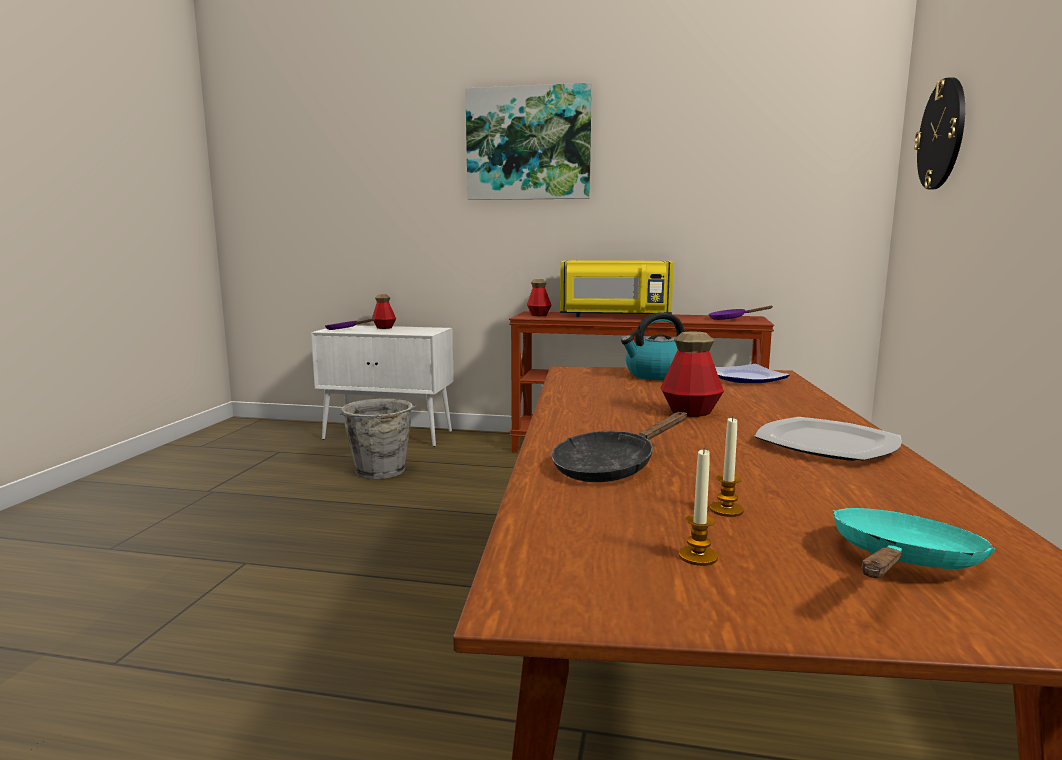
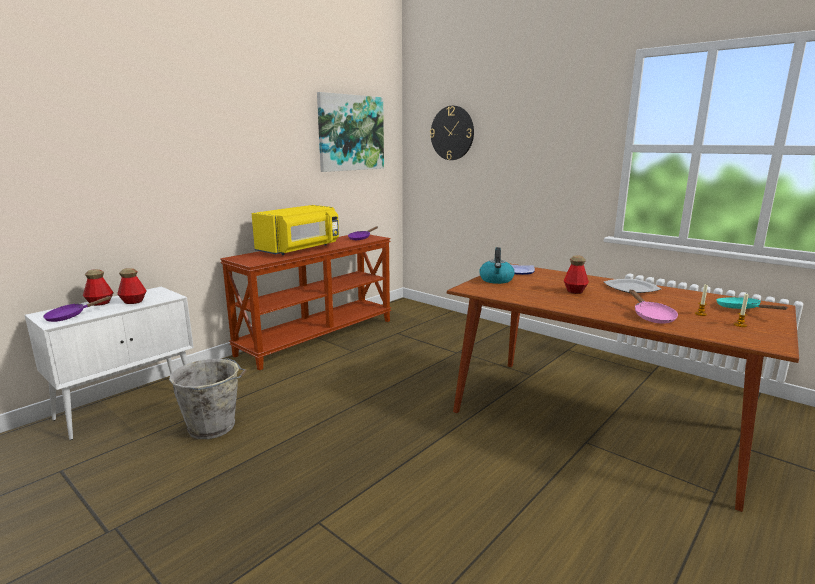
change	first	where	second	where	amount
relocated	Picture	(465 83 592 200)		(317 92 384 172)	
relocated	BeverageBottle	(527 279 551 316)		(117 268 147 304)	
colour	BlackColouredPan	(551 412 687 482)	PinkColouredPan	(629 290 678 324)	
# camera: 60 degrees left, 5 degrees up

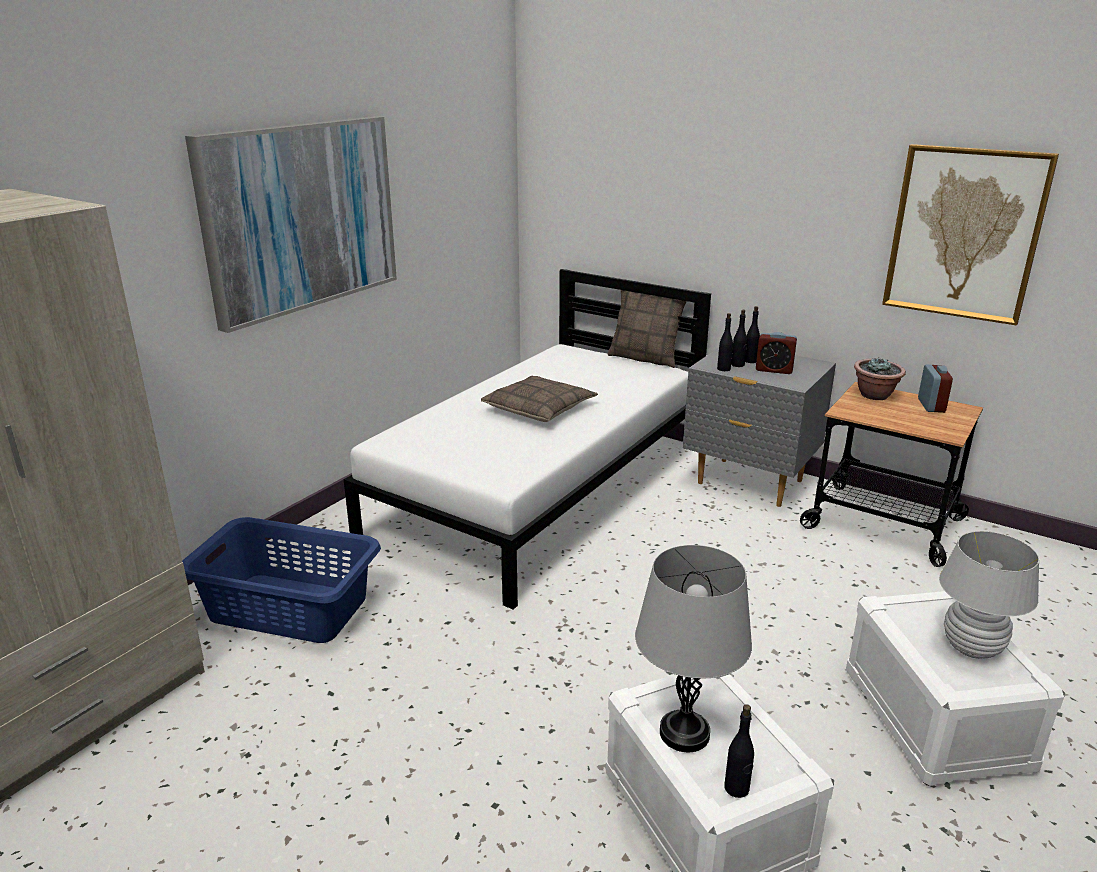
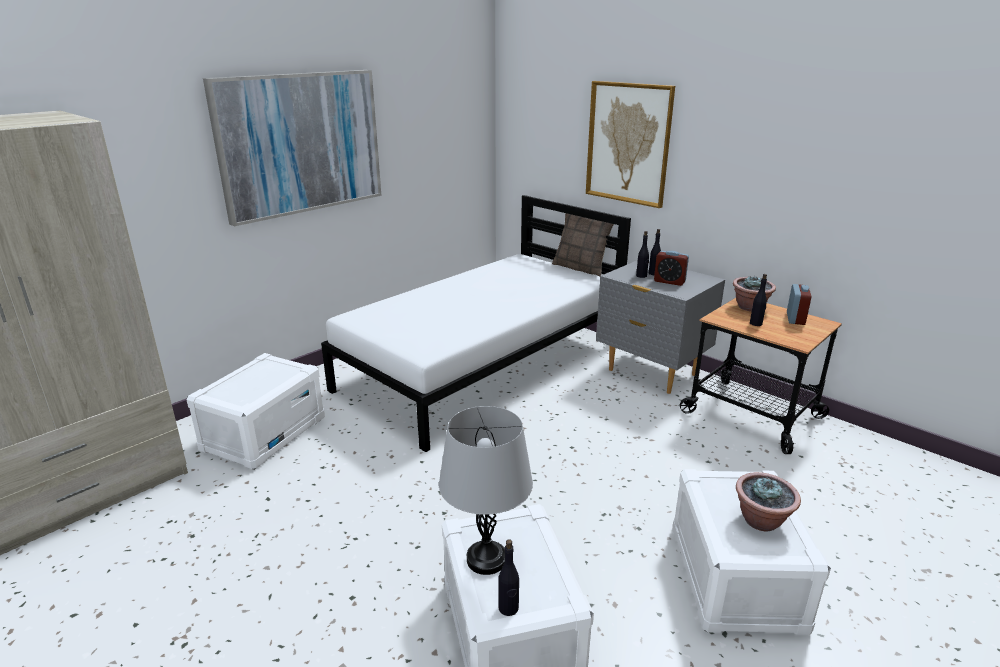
change	first	where	second	where	amount
relocated	Picture	(882 144 1059 325)		(586 81 675 208)	
relocated	BlackColouredBeverageBottle	(717 313 733 371)		(750 274 767 326)	
missing	ThrowPillow	(481 376 598 422)			
exchanged	BluishHamper	(182 517 381 643)	WhitishStorageBin	(186 353 325 470)	
exchanged	WhitishLampForATable	(939 531 1039 659)	Houseplant	(736 472 801 531)	
# camera: 10 degrees right, 0 degrees up

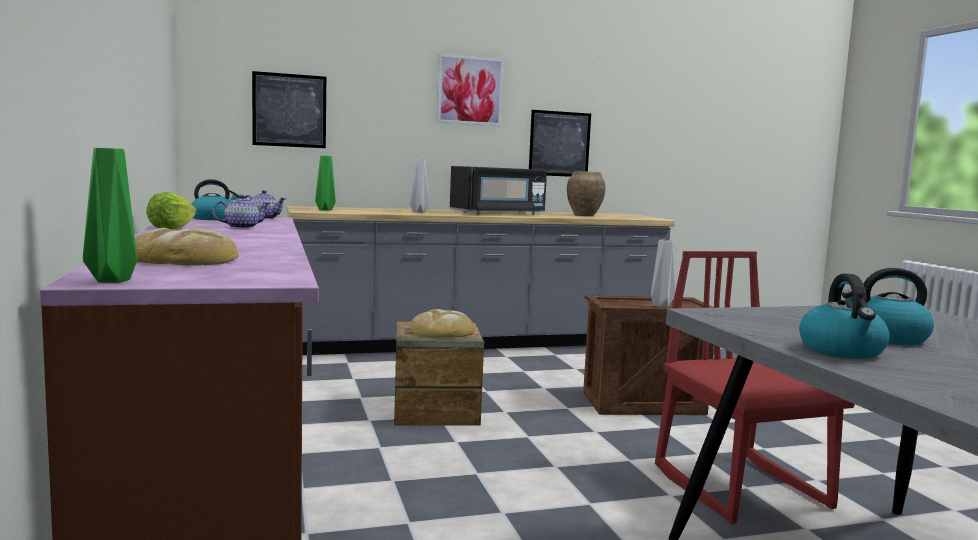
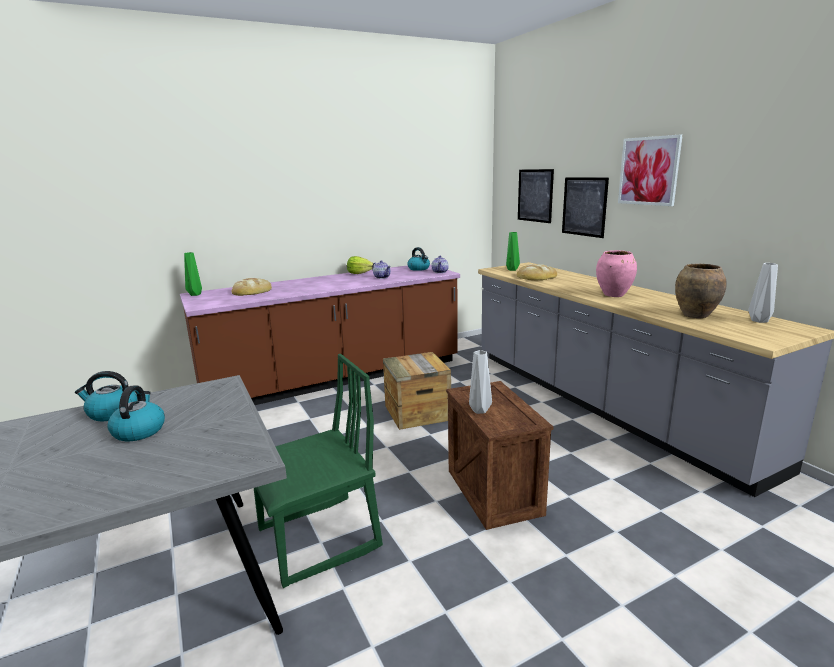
change	first	where	second	where	amount
relocated	Picture	(529 110 591 177)		(562 177 609 238)	
relocated	GreyishVase	(410 160 429 213)		(748 263 778 323)	
exchanged	BlackColouredMicrowaveOven	(450 166 547 215)	PinkColouredVase	(596 250 637 297)	
colour	RedChair	(655 251 855 524)	GreenColouredChair	(254 354 383 588)	
relocated	Bread	(410 309 475 338)		(517 264 557 280)	
# camera: 80 degrees right, 10 degrees up

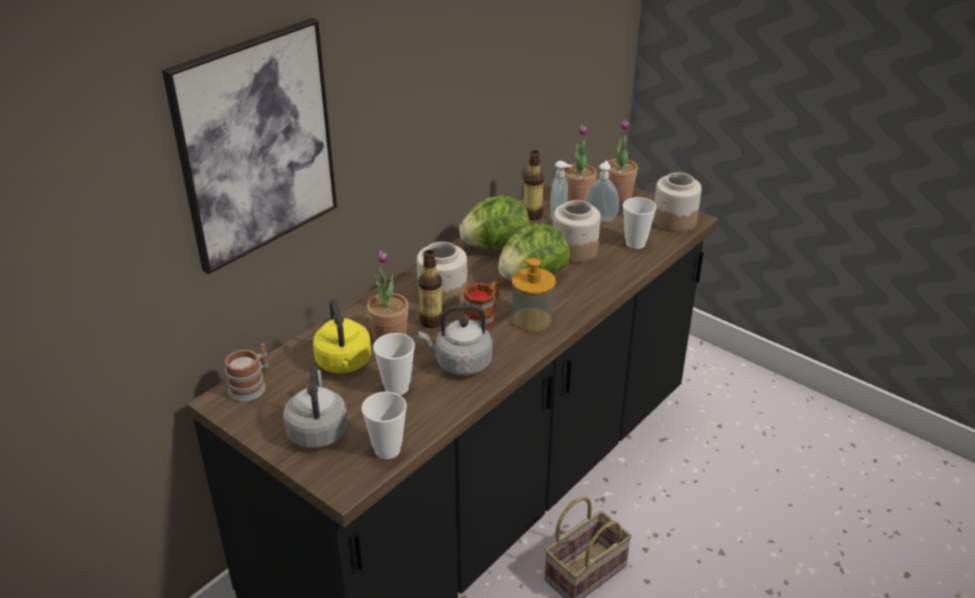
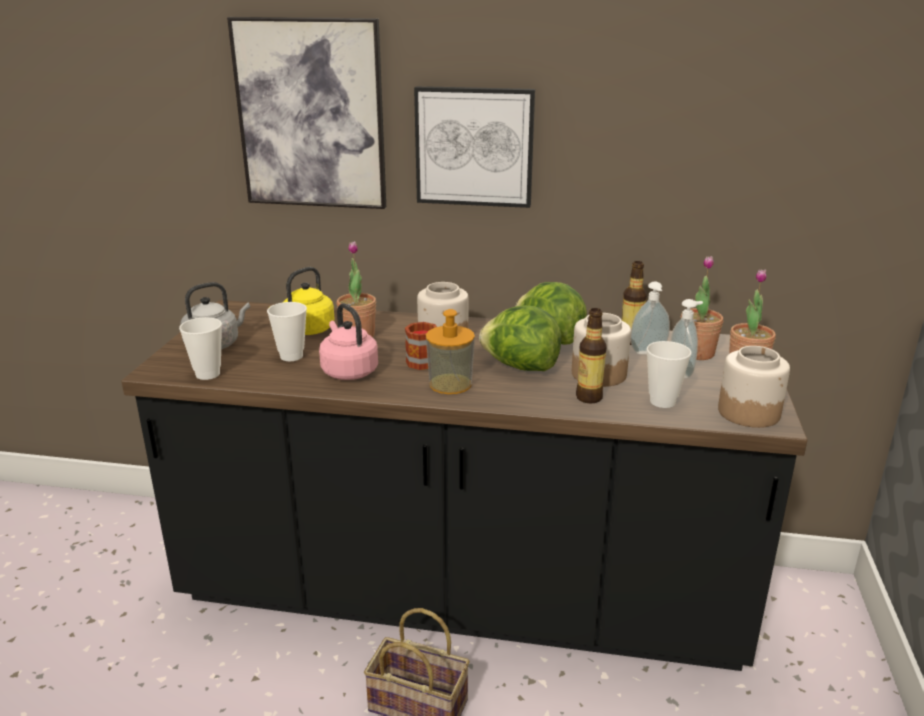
change	first	where	second	where	amount
relocated	BeverageBottle	(418 250 443 328)		(576 308 607 404)	
colour	GreyishKettle	(418 305 493 376)	PinkColouredKettle	(319 303 378 380)	
missing	CoffeeMug	(225 343 269 402)			
appeared			Picture	(414 86 535 208)	
# camera: 60 degrees right, 10 degrees down

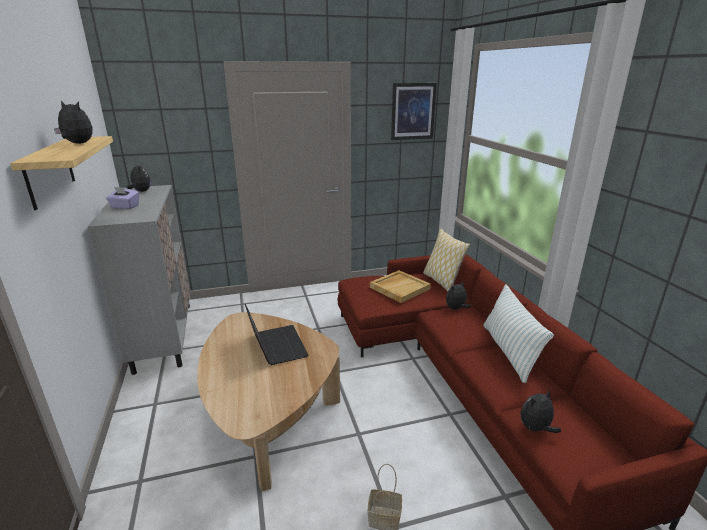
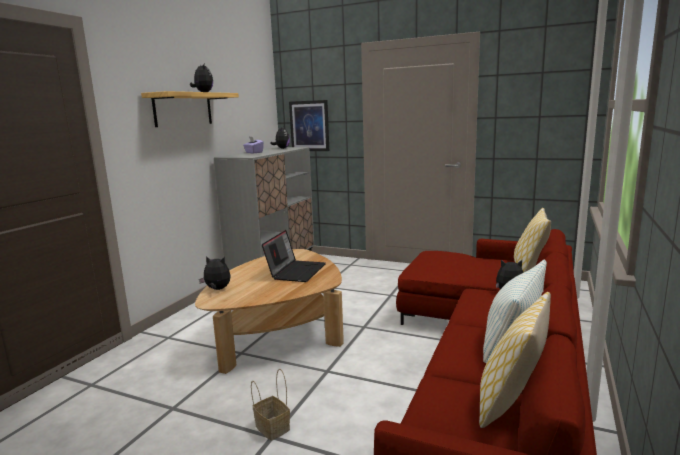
change	first	where	second	where	amount
relocated	Picture	(391 83 437 140)		(289 100 329 151)	
missing	BeigeColouredTray	(370 270 431 303)			
relocated	CuddlyToy	(521 390 561 433)		(199 256 231 290)	
appeared			ThrowPillow	(479 292 551 428)	
# camera: 40 degrees right, 10 degrees down

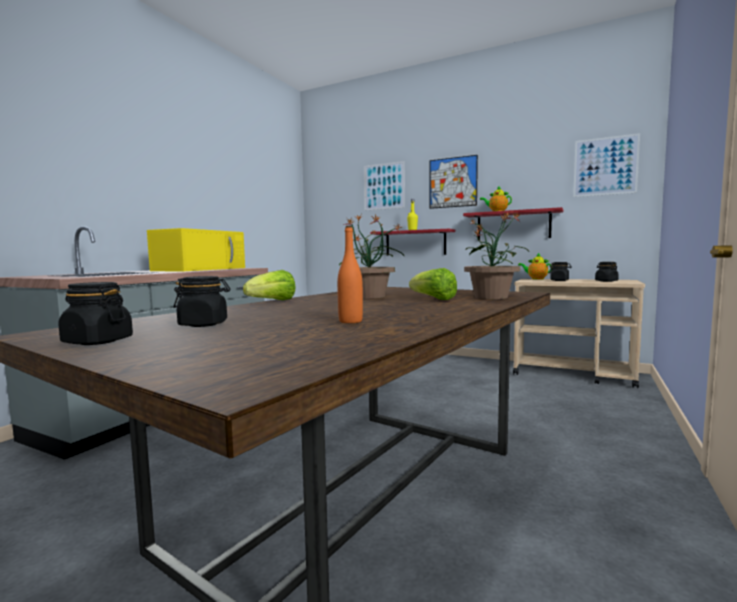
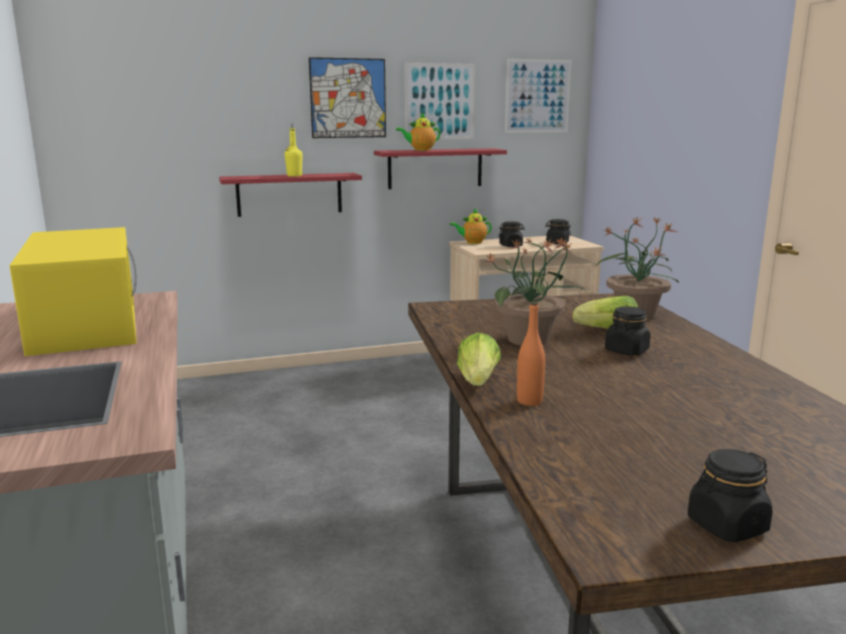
change	first	where	second	where	amount
relocated	Picture	(364 161 405 211)		(405 63 475 140)	
relocated	OrangeColouredBeverageBottle	(337 226 363 323)		(517 302 545 406)	
relocated	BlackColouredJar	(174 276 230 327)		(605 306 650 355)	
# camera: 45 degrees left, 10 degrees up

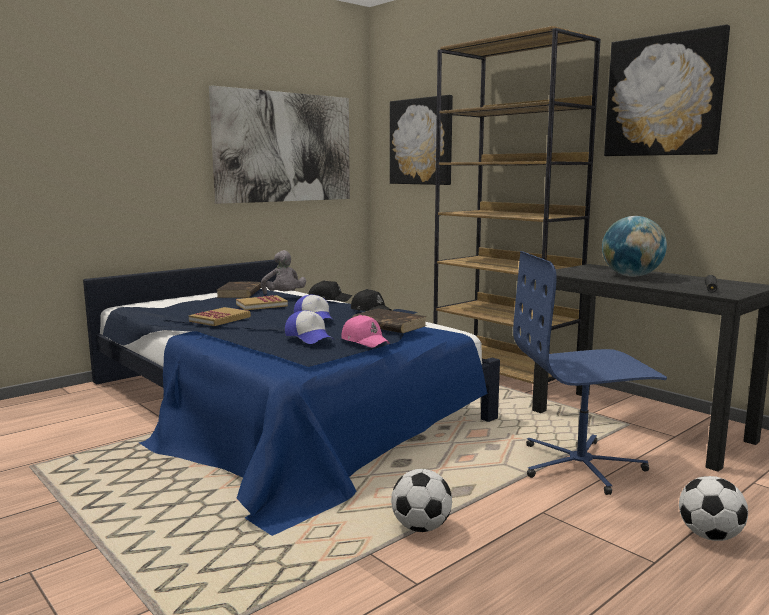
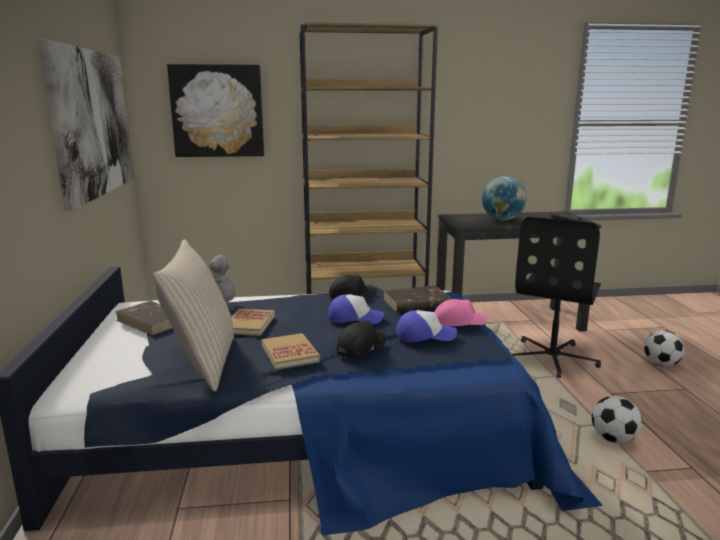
change	first	where	second	where	amount
missing	Picture	(604 24 730 156)			
colour	BluishDeskChair	(513 251 667 495)	BlackColouredDeskChair	(512 217 601 378)	
relocated	BlackColouredBaseballCap	(308 280 352 302)		(336 321 386 358)	
appeared			BeigeColouredThrowPillow	(153 239 234 392)	
# camera: 55 degrees left, 5 degrees up

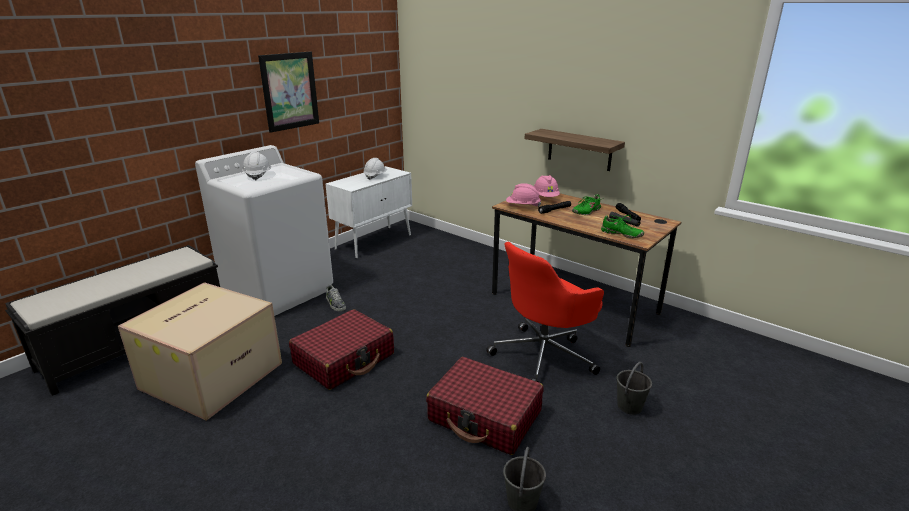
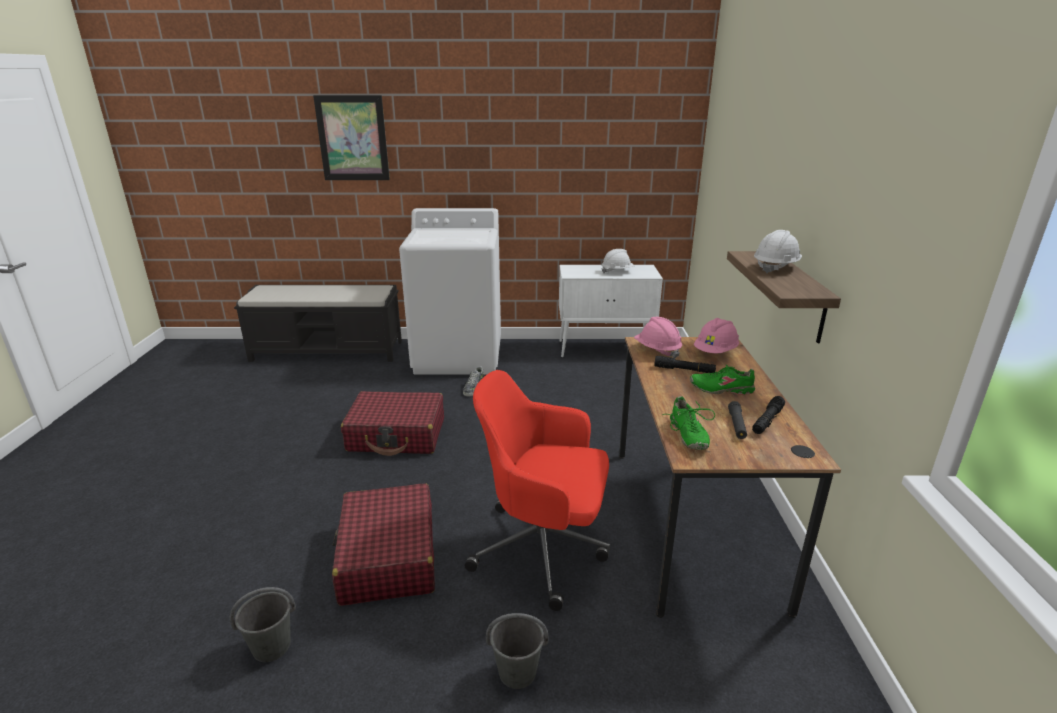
change	first	where	second	where	amount
relocated	Picture	(258 51 319 133)		(313 95 390 180)	
relocated	WhitishSafetyHelmet	(242 152 271 180)		(754 230 802 273)	
missing	Carton	(118 282 282 421)			
# camera: 50 degrees right, 0 degrees up

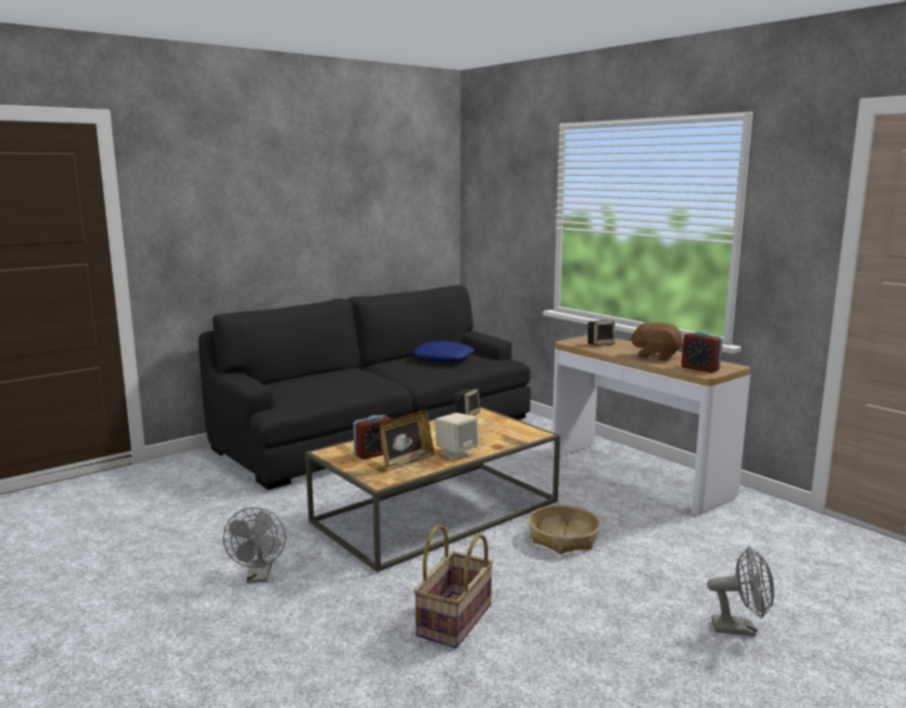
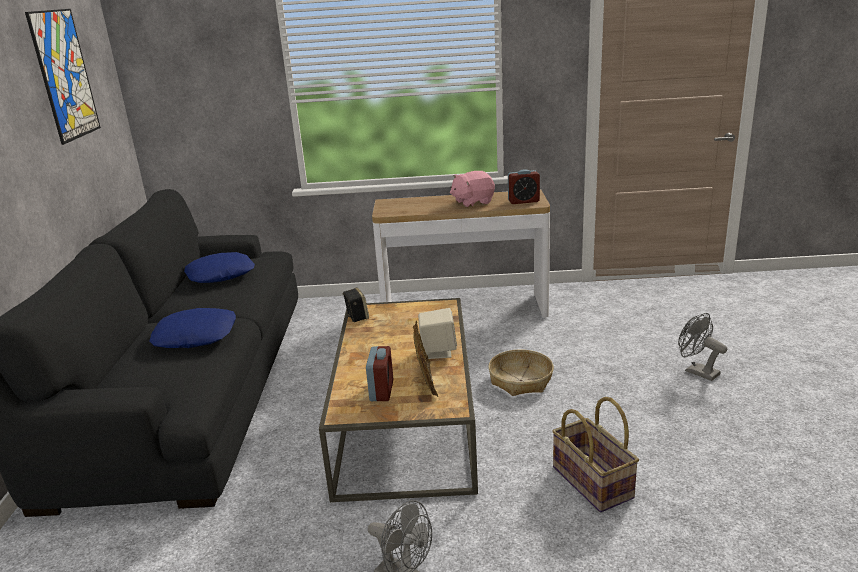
change	first	where	second	where	amount
missing	Speaker	(588 320 615 346)			
colour	BrownColouredCuddlyToy	(630 322 682 361)	PinkColouredCuddlyToy	(450 171 495 207)	
spun	GreyishElectricFan	(707 547 774 636)		(678 313 727 381)	90 degrees counterclockwise
appeared			Picture	(25 9 101 145)	
appeared			BluishThrowPillow	(149 308 236 348)	
# camera: 50 degrees left, 10 degrees up

